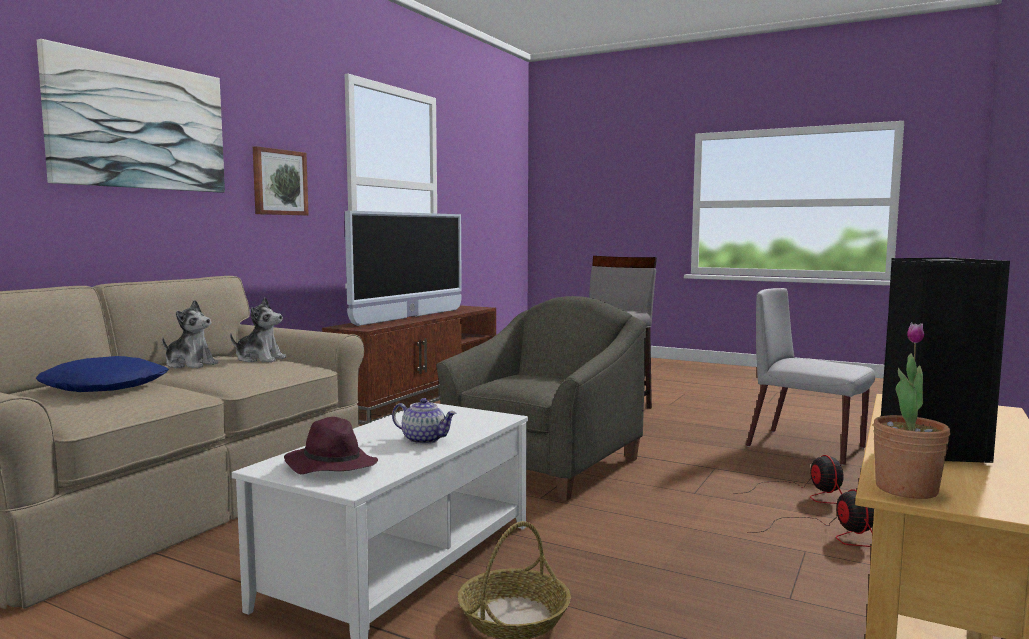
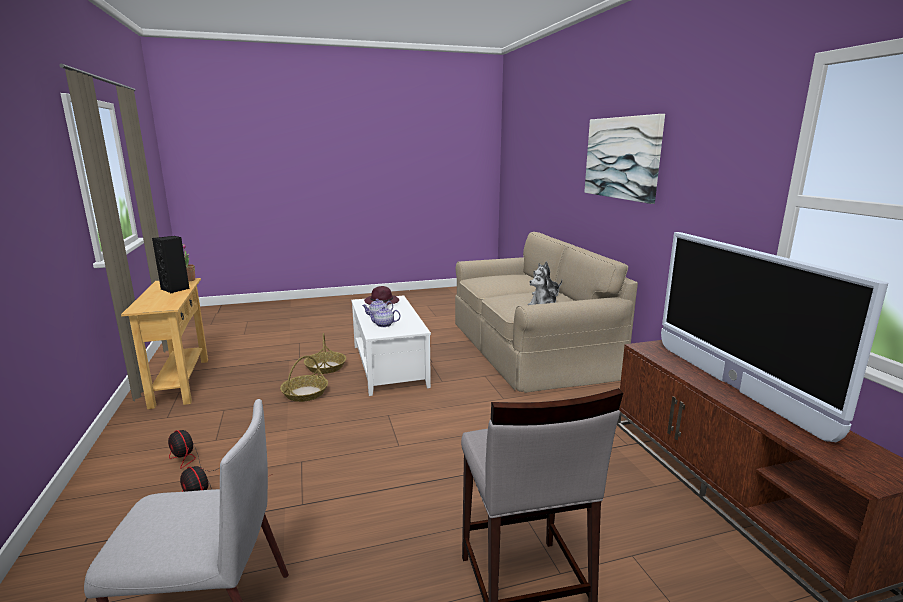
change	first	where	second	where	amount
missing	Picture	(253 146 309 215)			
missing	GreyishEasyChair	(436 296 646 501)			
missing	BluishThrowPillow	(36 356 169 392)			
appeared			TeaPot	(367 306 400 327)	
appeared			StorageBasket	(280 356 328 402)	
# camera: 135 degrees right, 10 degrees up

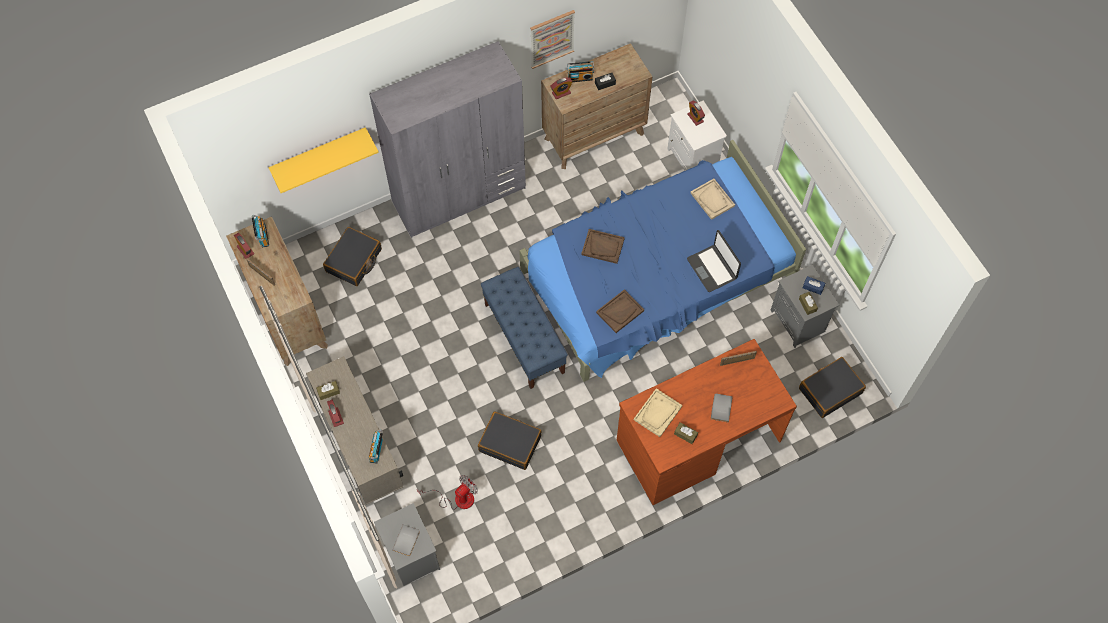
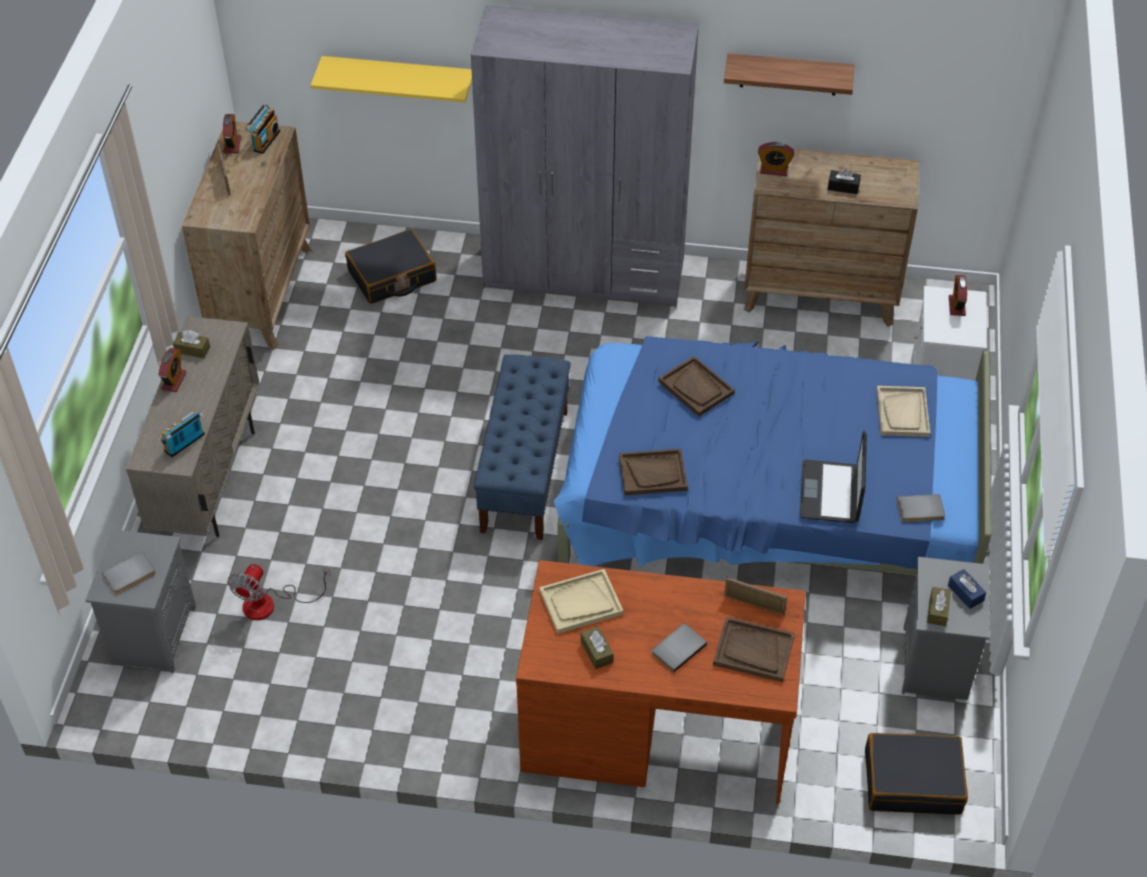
change	first	where	second	where	amount
exchanged	Picture	(530 10 575 69)	Shelf	(724 53 855 95)	
missing	RadioSet	(567 61 594 82)			
missing	BlackColouredTravelCase	(478 412 542 470)			
spun	ElectricFan	(417 475 478 510)		(228 564 331 620)	120 degrees clockwise
appeared			GreyishBoundBook	(897 494 945 522)	
appeared			BrownColouredTray	(713 617 795 682)	
# camera: 35 degrees right, 15 degrees down

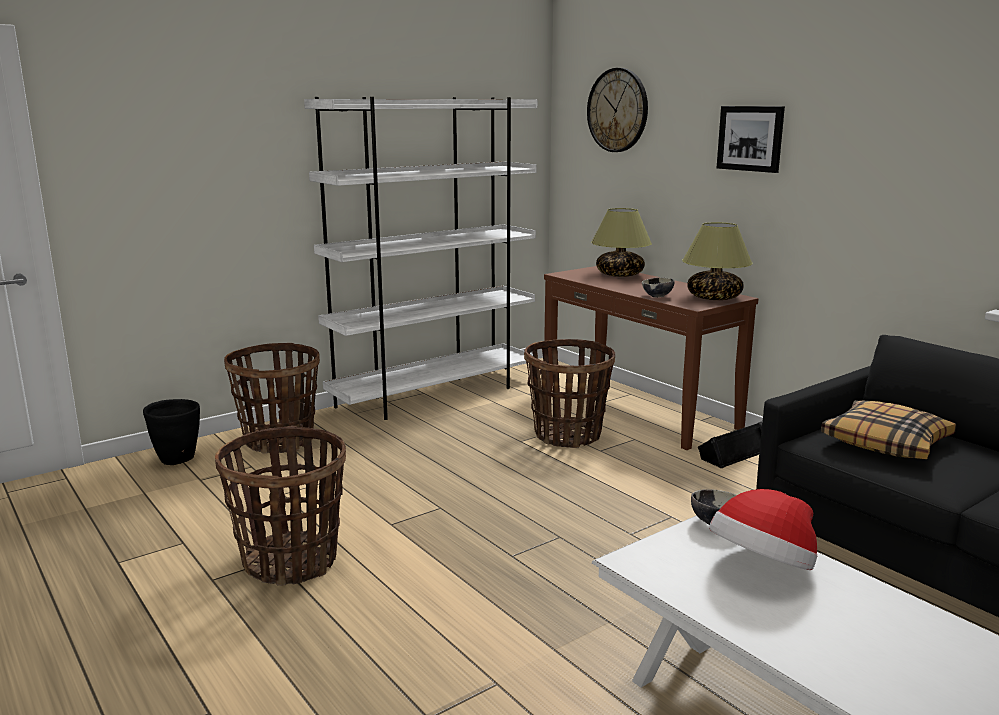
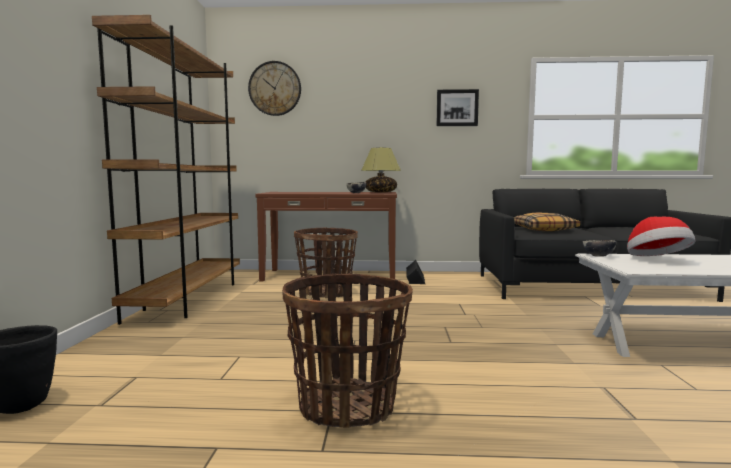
change	first	where	second	where	amount
colour	WhitishShelvingUnit	(304 97 537 420)	BrownColouredShelvingUnit	(92 15 240 325)	
relocated	Picture	(717 106 785 173)		(436 89 479 126)	
missing	LampForATable	(591 208 652 277)			
missing	StorageBasket	(224 343 320 454)			
# camera: 50 degrees left, 10 degrees down

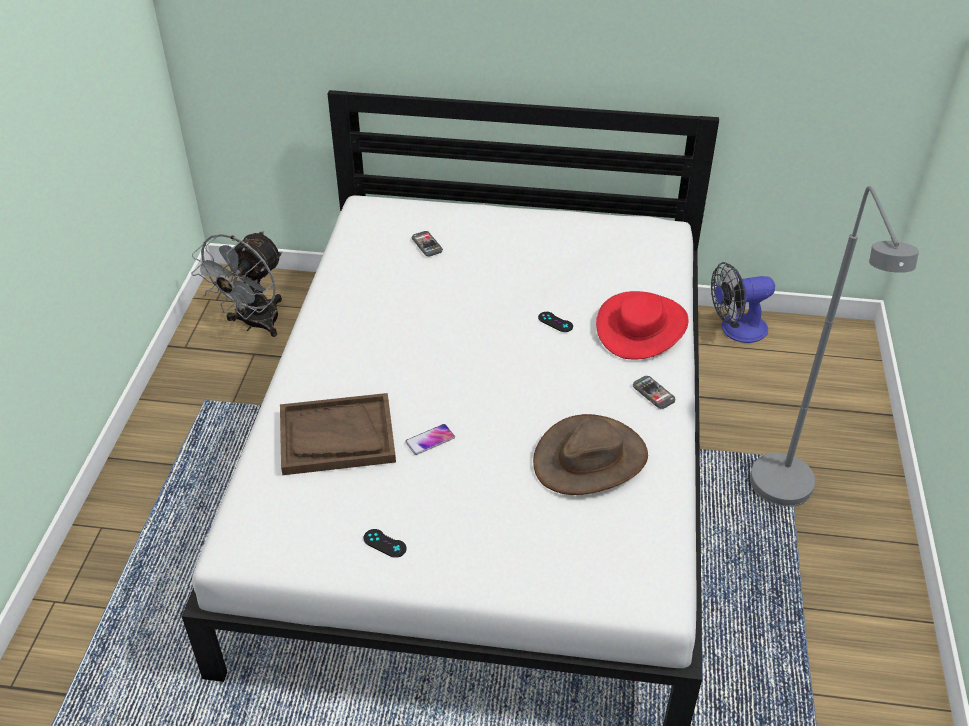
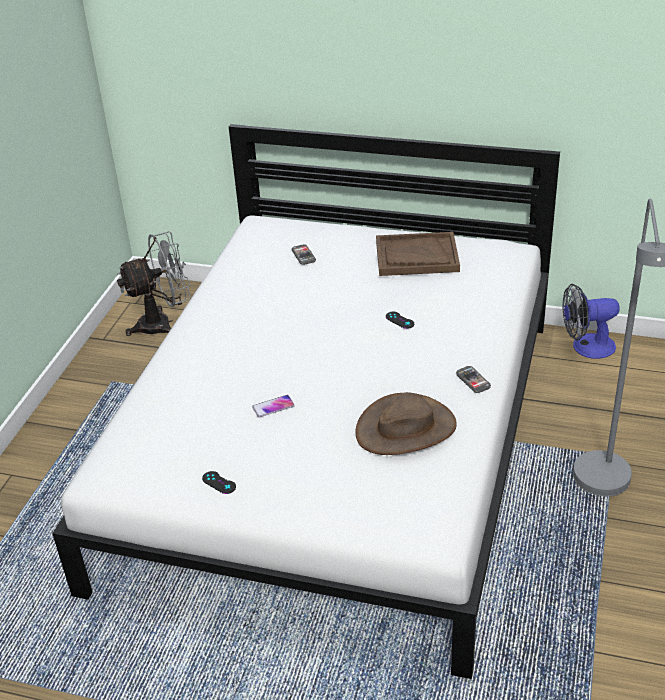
change	first	where	second	where	amount
spun	GreyishElectricFan	(191 231 282 337)		(117 231 190 336)	150 degrees counterclockwise
missing	RedClothingHat	(596 291 689 359)			
relocated	BrownColouredTray	(280 393 396 475)		(376 232 460 276)	
# camera: 10 degrees right, 5 degrees down

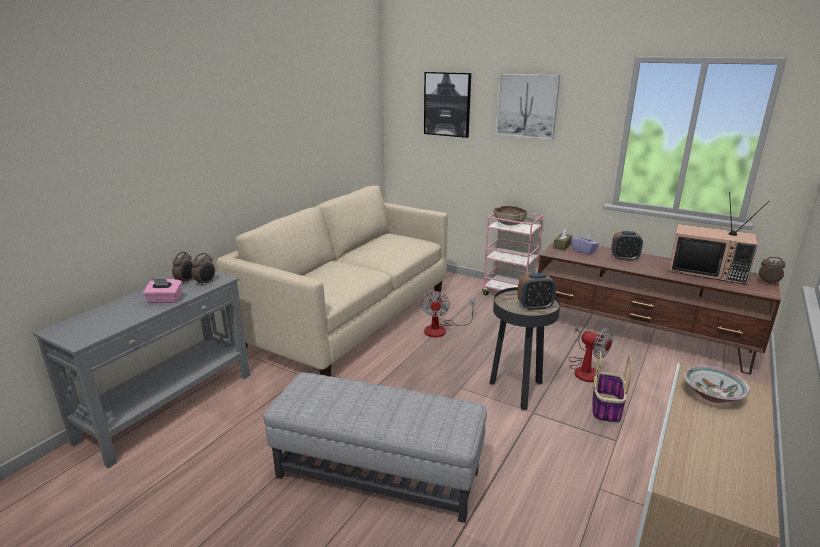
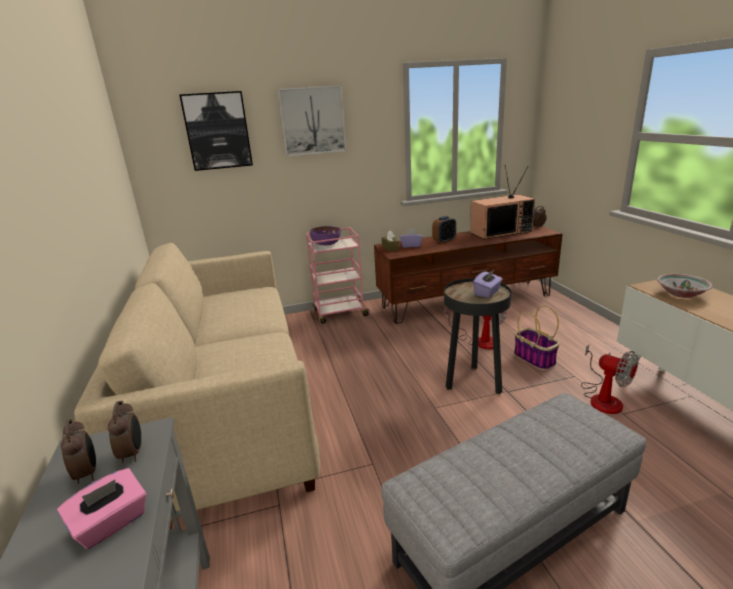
change	first	where	second	where	amount
colour	BrownColouredBowl	(494 206 527 225)	PurpleBowl	(310 226 341 245)	
exchanged	AlarmClock	(517 273 556 310)	PurpleBoxOfTissues	(473 269 503 298)	
relocated	ElectricFan	(421 291 476 337)		(581 345 639 414)	
# camera: 45 degrees left, 0 degrees up

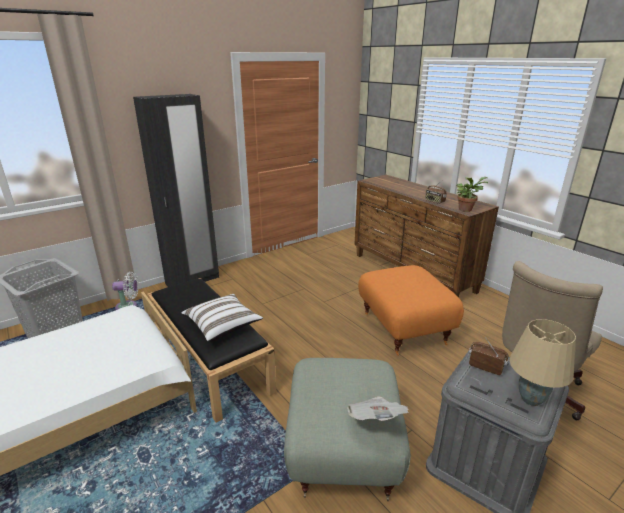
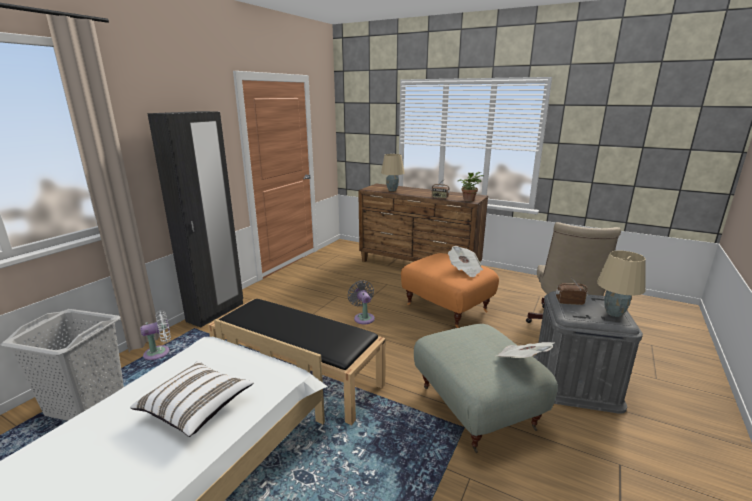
change	first	where	second	where	amount
relocated	WhitishThrowPillow	(182 294 263 342)		(130 361 254 437)	
appeared			BeigeColouredLampForATable	(381 154 404 191)	
appeared			Newspaper	(448 246 483 277)	
appeared			GreyishElectricFan	(348 281 375 324)	
# camera: 25 degrees left, 5 degrees down

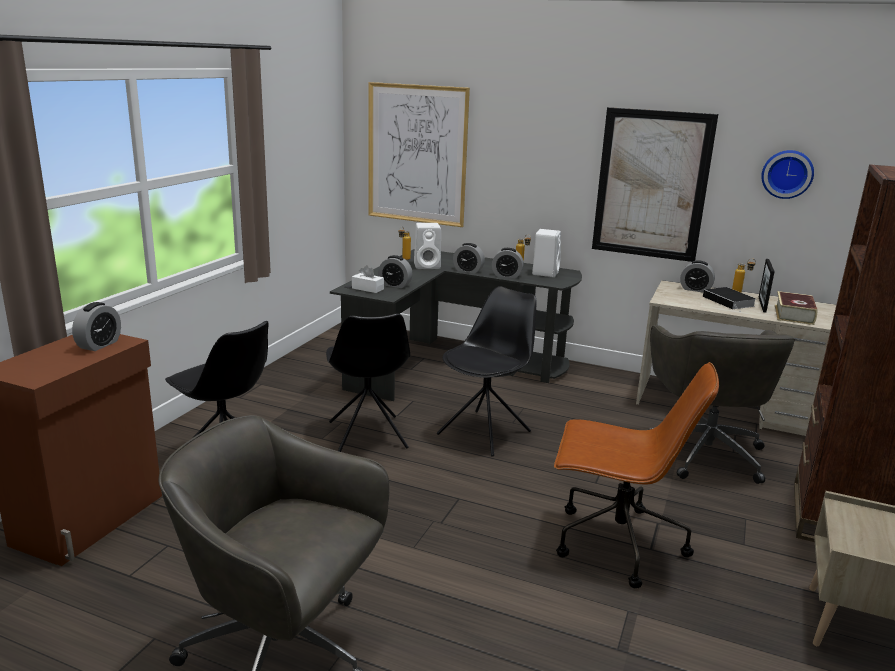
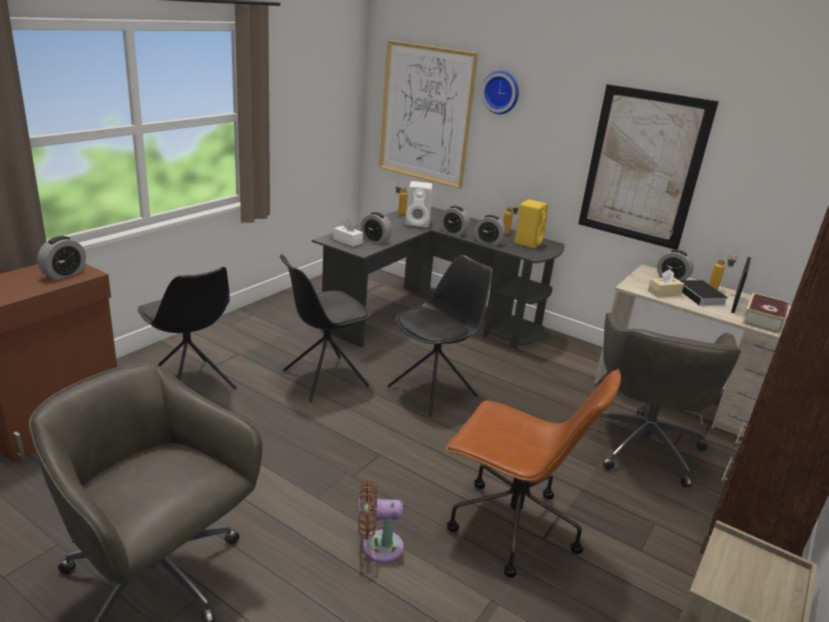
change	first	where	second	where	amount
relocated	HangingClock	(761 150 814 199)		(481 71 519 114)	
colour	WhitishSpeaker	(532 229 561 277)	YellowColouredSpeaker	(514 199 548 248)	
spun	BlackColouredChair	(326 313 410 452)		(280 254 372 402)	60 degrees clockwise
appeared			BeigeColouredBoxOfTissues	(648 269 684 297)	
appeared			BrownColouredElectricFan	(358 480 404 563)	
# camera: 10 degrees right, 5 degrees up

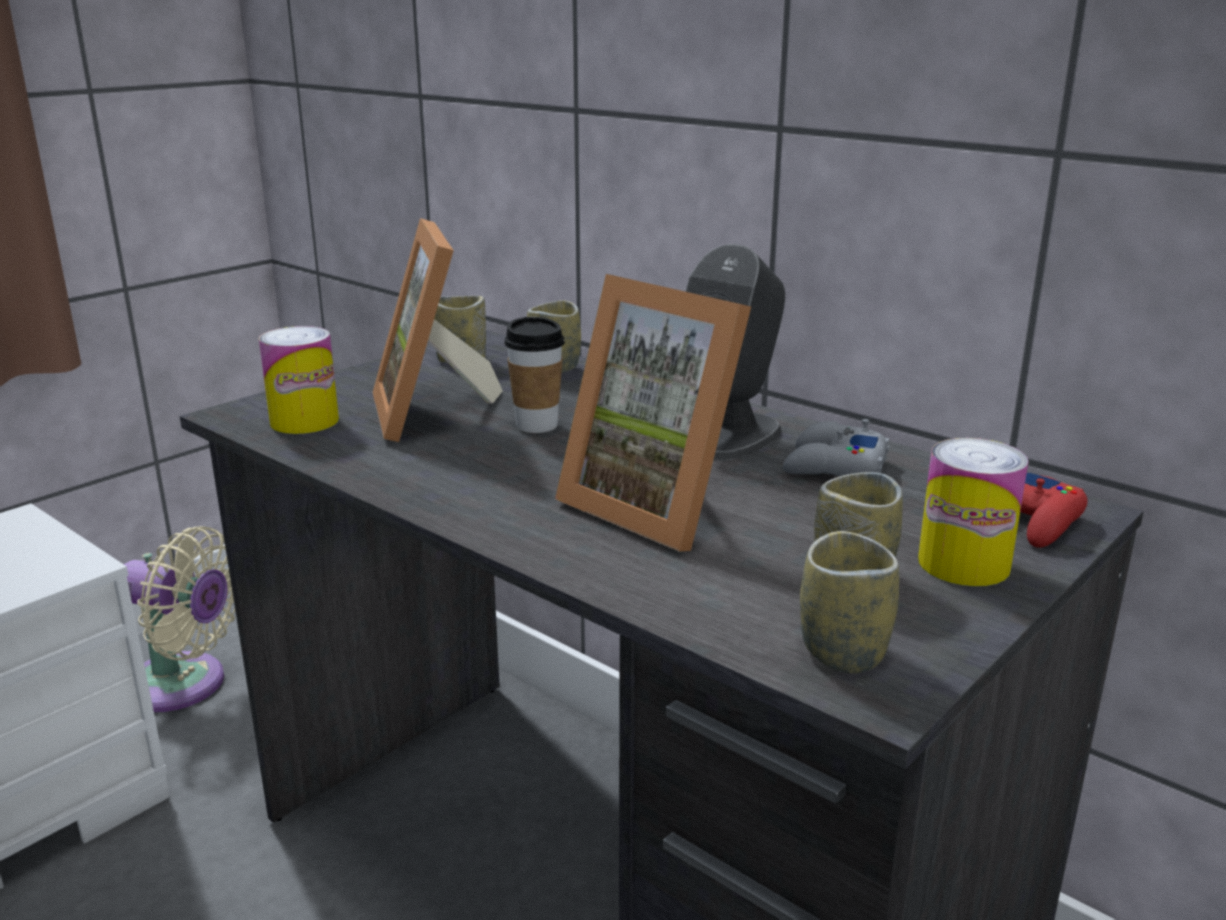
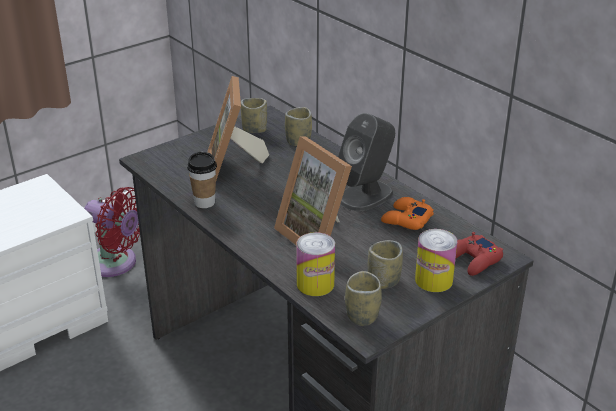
change	first	where	second	where	amount
relocated	DrinkingCup	(504 317 565 433)		(187 152 217 208)	
relocated	Can	(259 326 339 434)		(296 232 335 296)	
colour	GreyishGameController	(783 419 890 476)	OrangeColouredGameController	(381 197 434 230)	
colour	BeigeColouredElectricFan	(124 526 235 712)	RedElectricFan	(84 187 140 277)	
# camera: 10 degrees right, 10 degrees up

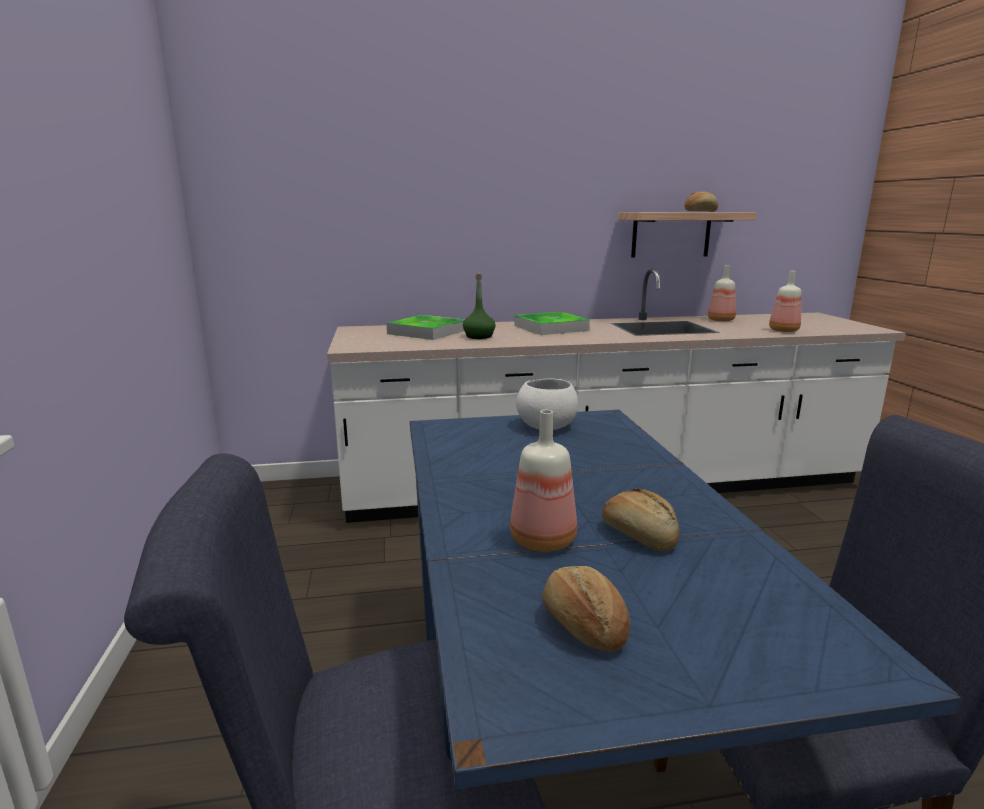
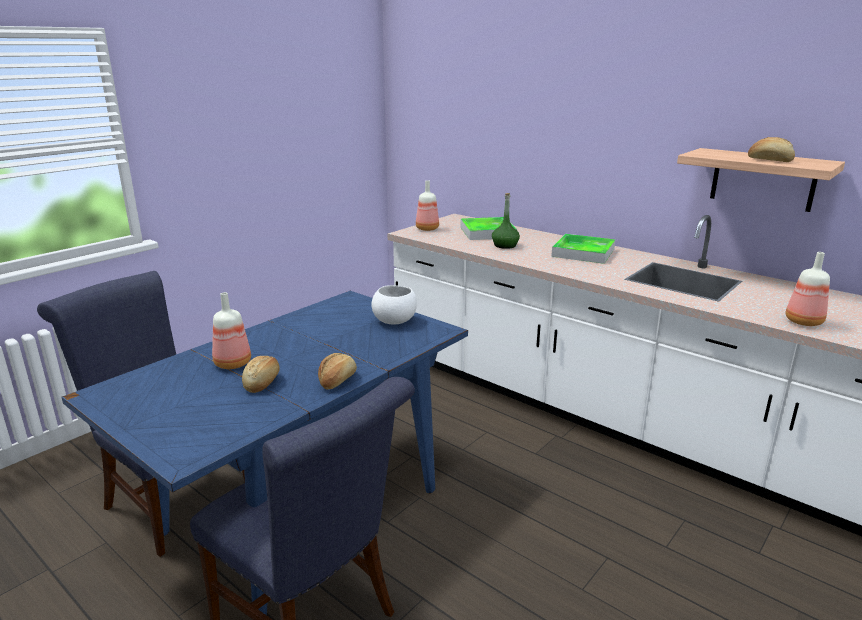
change	first	where	second	where	amount
relocated	BeverageBottle	(708 265 736 322)		(416 180 439 231)	
relocated	Bread	(542 566 630 652)		(318 353 357 389)	
# camera: 50 degrees right, 5 degrees up

